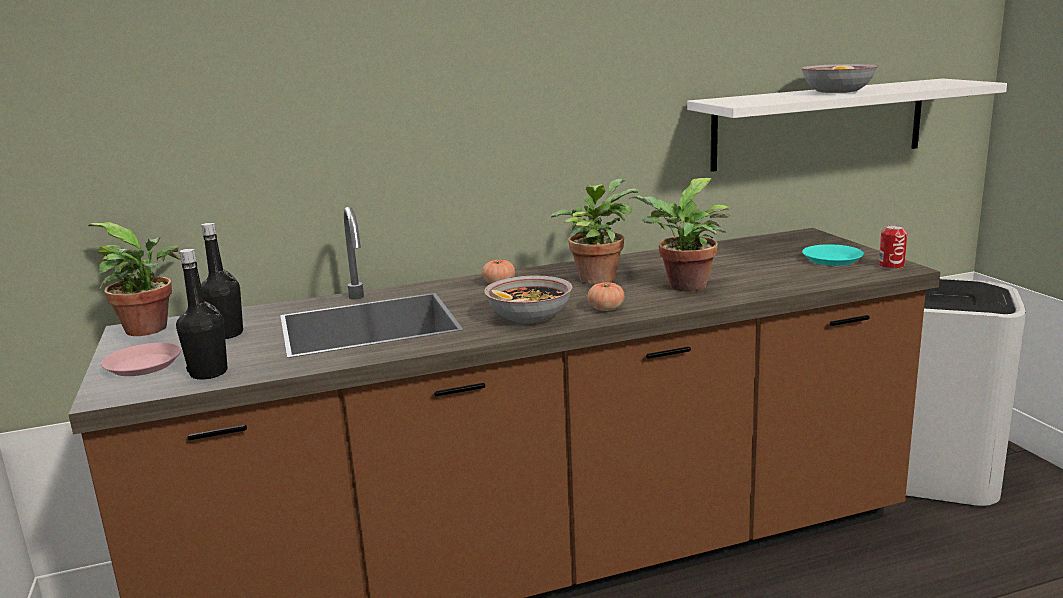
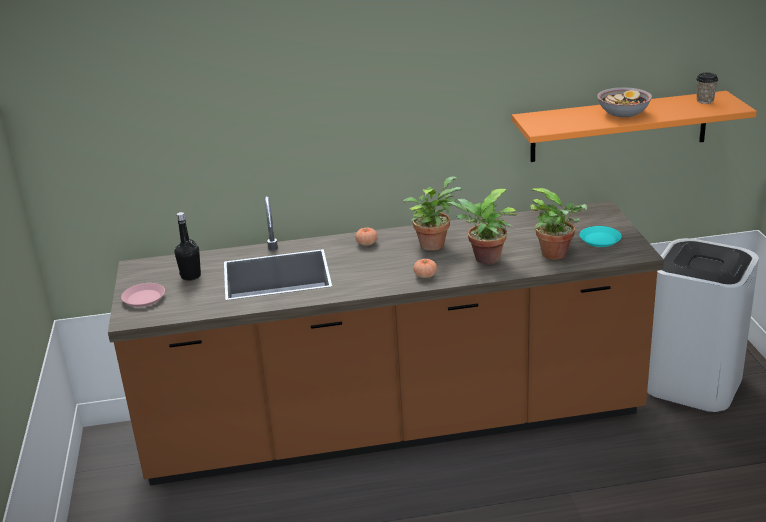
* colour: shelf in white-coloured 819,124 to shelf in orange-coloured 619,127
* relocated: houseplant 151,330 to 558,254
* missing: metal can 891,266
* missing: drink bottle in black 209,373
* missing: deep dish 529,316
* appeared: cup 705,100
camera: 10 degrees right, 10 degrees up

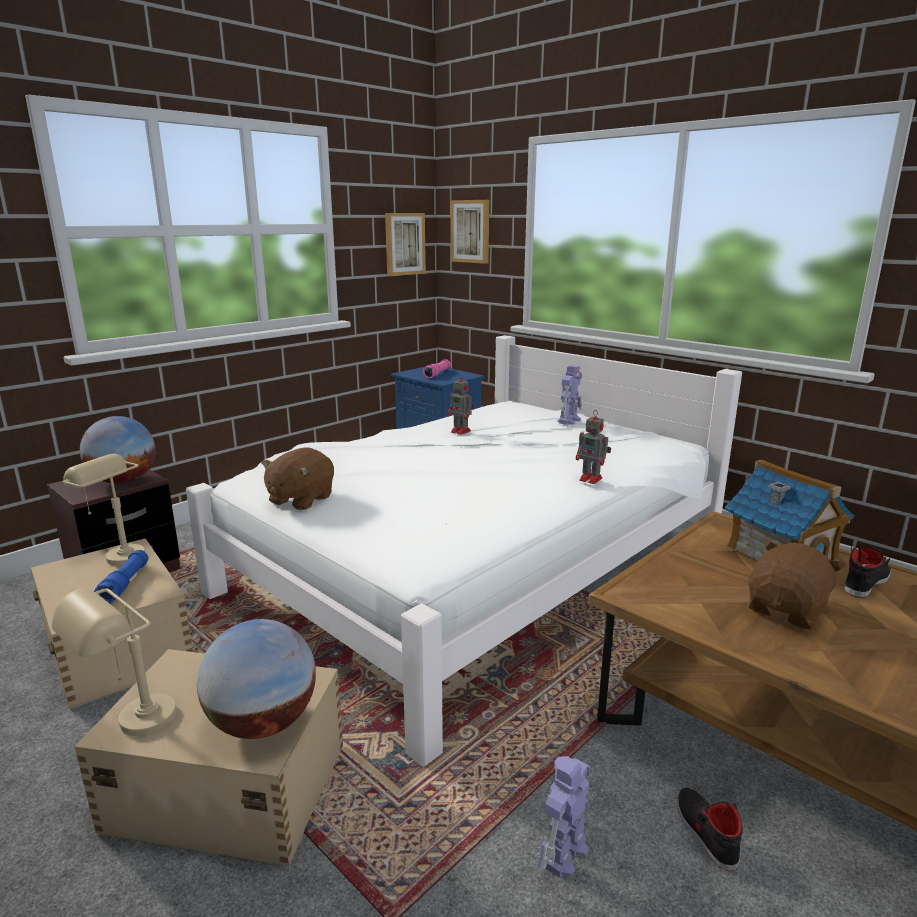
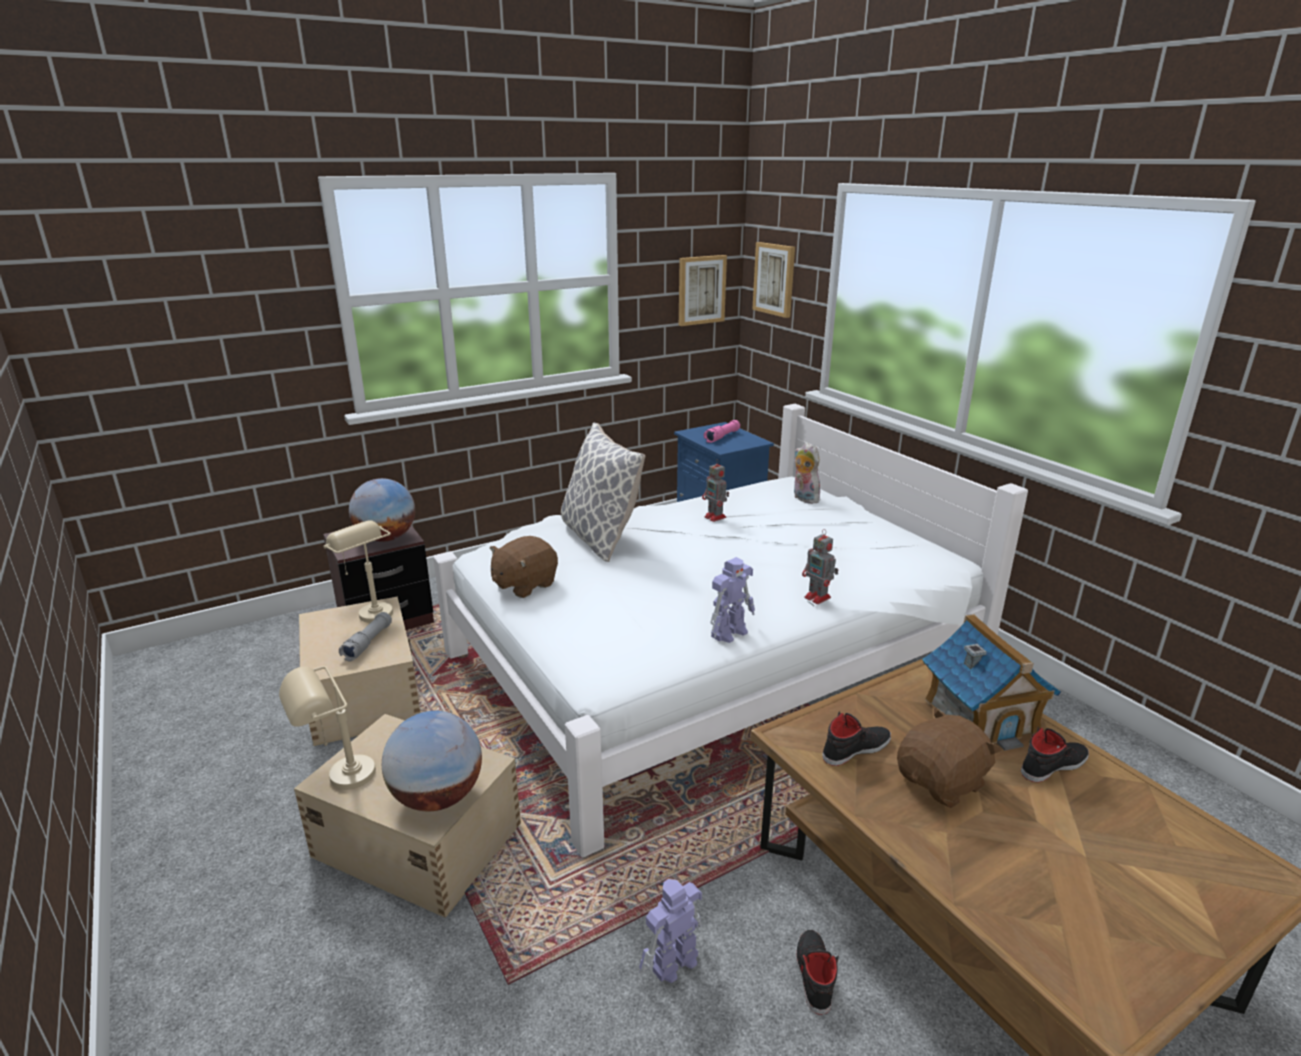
* relocated: toy robot 569,420 to 730,632
* colour: hand torch in blue 125,584 to hand torch in grey 368,643
* appeared: pillow 600,537
* appeared: cuddly toy 803,498
* appeared: item of footwear in black 855,749
camera: 15 degrees right, 5 degrees up

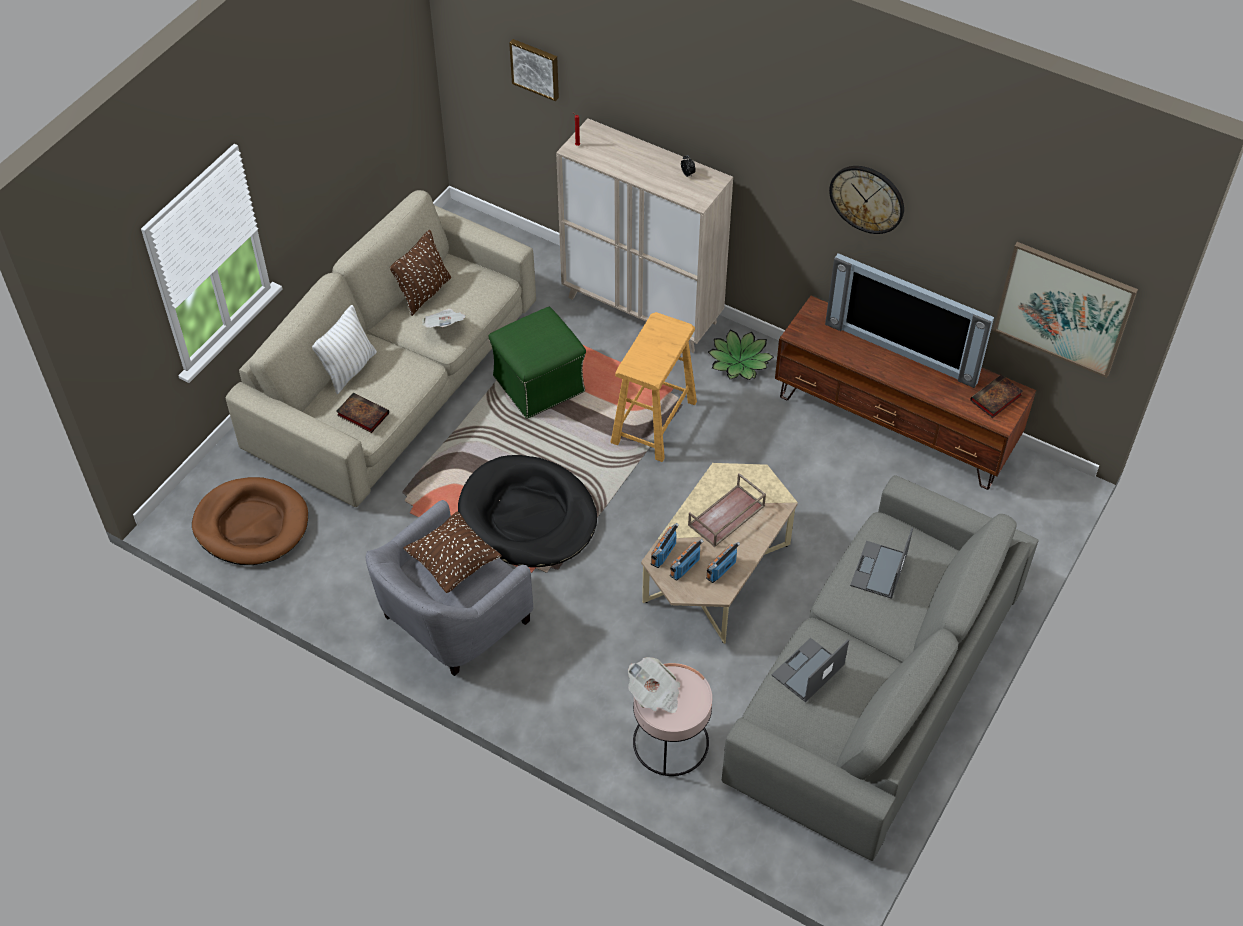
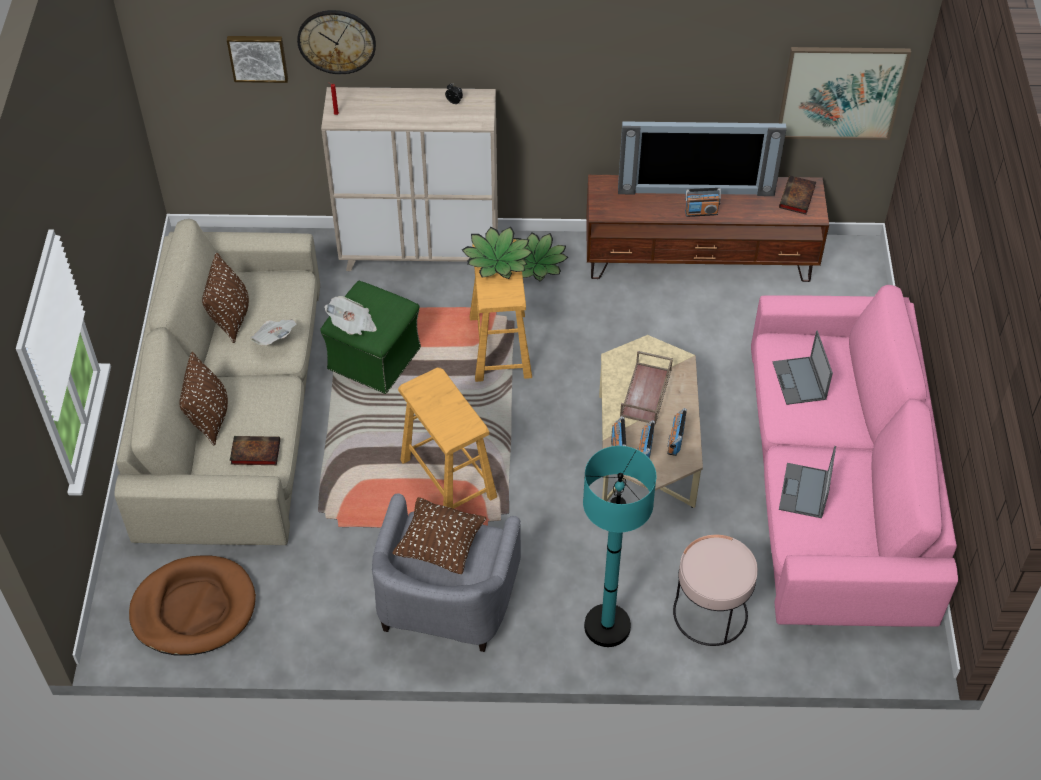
* relocated: hanging clock 867,198 to 336,41
* colour: pillow in white-coloured 349,369 to pillow in brownish 209,417
* exchanged: dog cushion in black 528,516 to stool seat in beige-coloured 448,479
* colour: couch in grey 875,682 to couch in pinkish 835,480
* relocated: newspaper 654,694 to 352,325
* appeared: radio receiver 701,212
* appeared: houseplant 498,260
* appeared: standing lamp in turquoise-coloured 607,626
camera: 30 degrees left, 0 degrees up

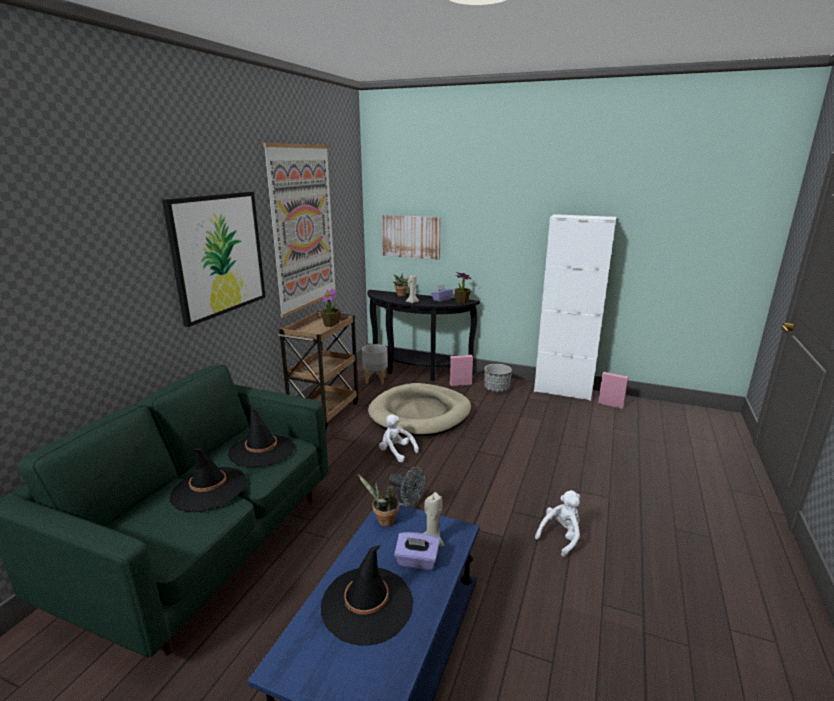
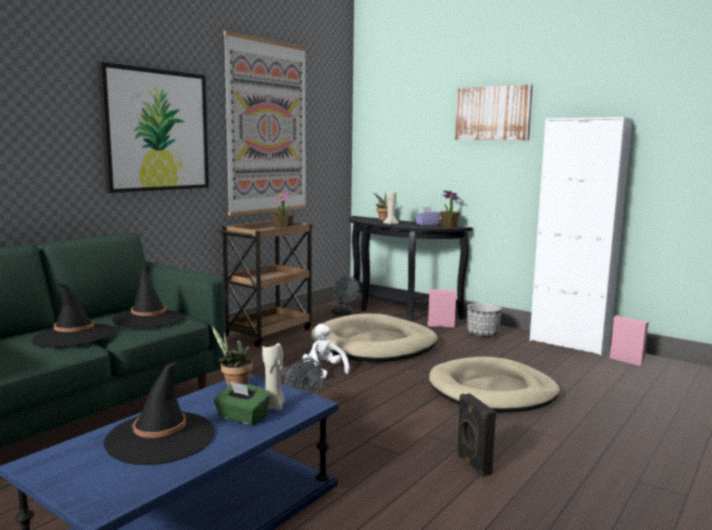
* relocated: picture 411,236 to 493,113
* exchanged: plant pot in grey 375,380 to electric fan in grey 343,314
* exchanged: cuddly toy in white-coloured 560,537 to loudspeaker in black 472,464
* colour: box of tissues in purplish 417,561 to box of tissues in greenish 242,417
* appeared: dog cushion in beige-coloured 492,391
camera: 15 degrees right, 10 degrees down

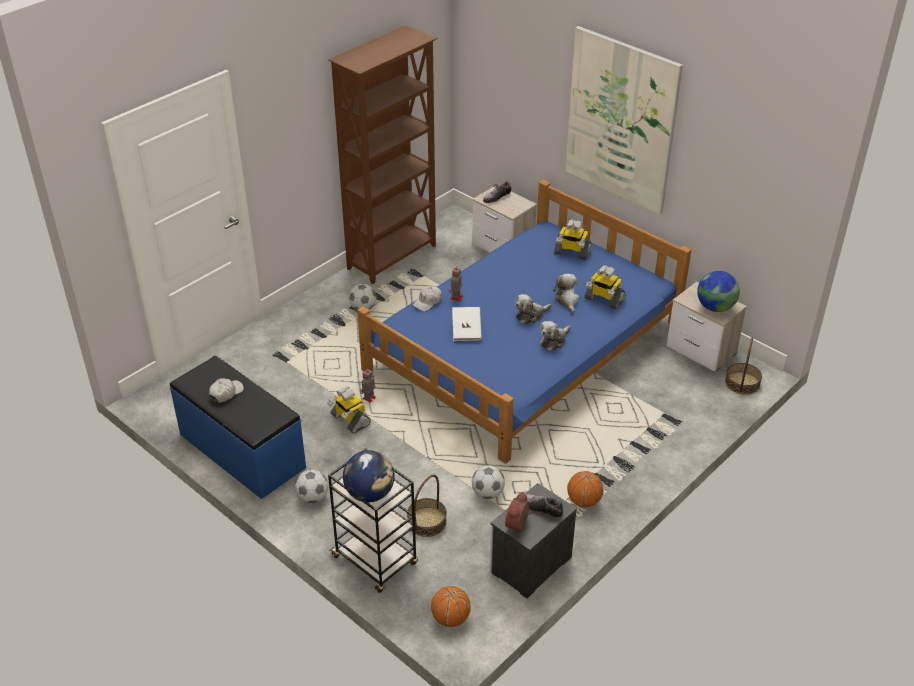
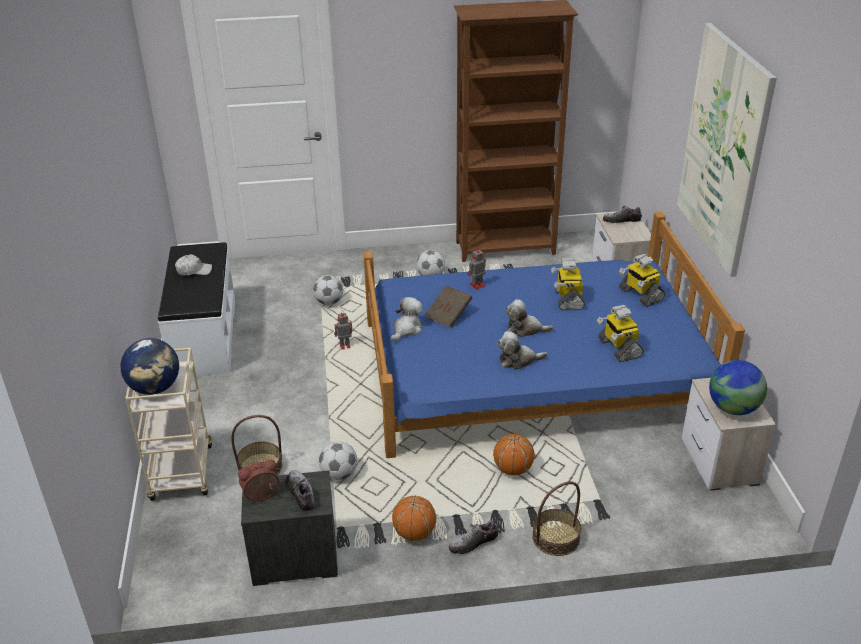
* relocated: cuddly toy 567,300 to 406,329
* missing: peaked cap in white-coloured 428,302
* colour: book in white-coloured 466,331 to book in brownish 448,315
* relocated: storage basket 742,383 to 556,538
* colour: bench in blue 241,451 to bench in white-coloured 203,337
* relocated: toy robot 350,420 to 567,299
* colour: wheeled cart in black 375,561 to wheeled cart in beige-coloured 182,474
* relocated: football ball 312,497 to 329,302
* relocated: basketball ball 450,618 to 513,469
* appeared: item of footwear 473,543
camera: 40 degrees right, 5 degrees down

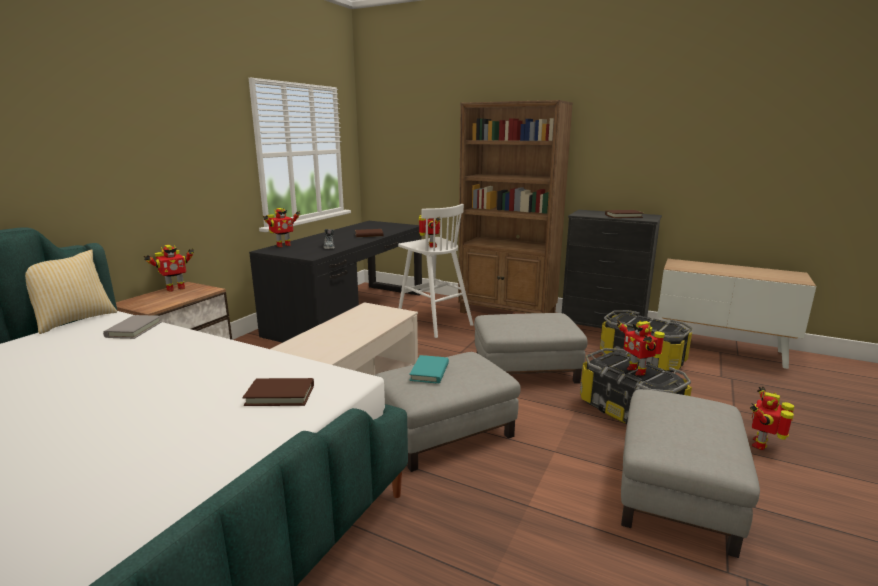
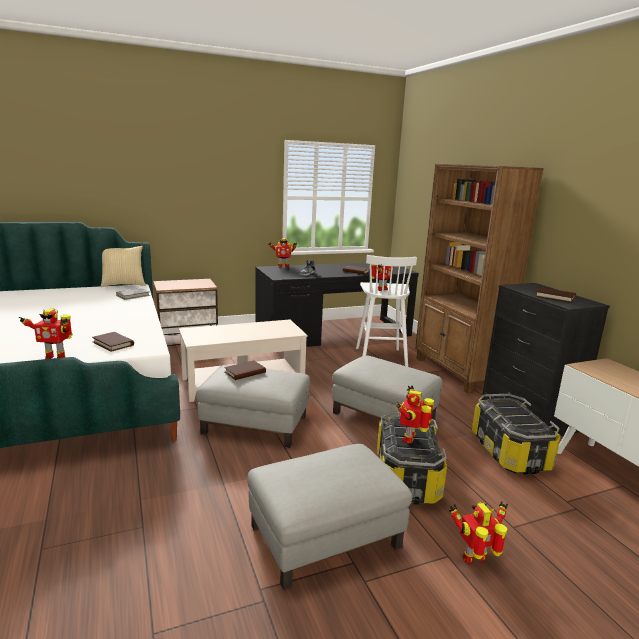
* relocated: toy robot 175,289 to 55,357
* colour: book in turquoise-coloured 429,372 to book in brownish 245,372
camera: 40 degrees right, 0 degrees up

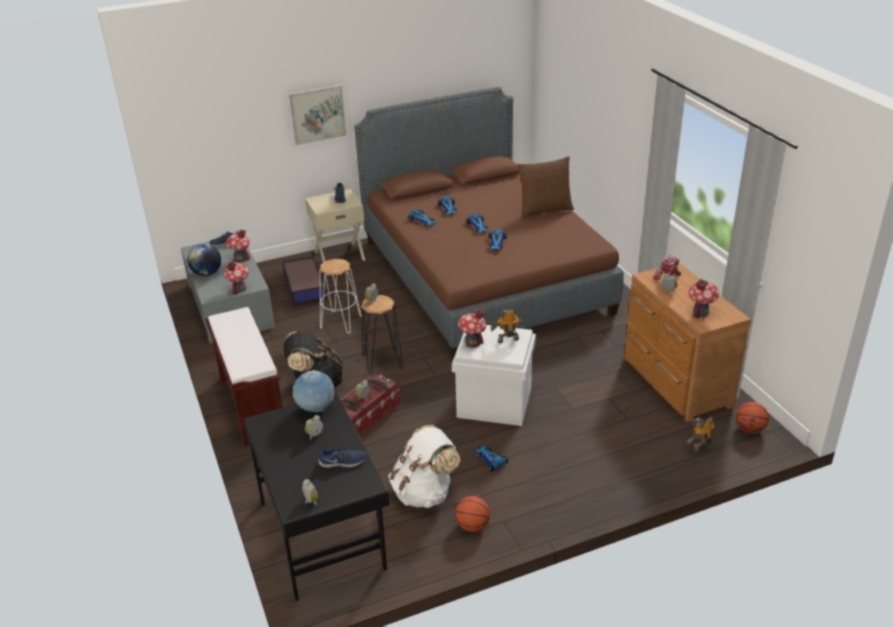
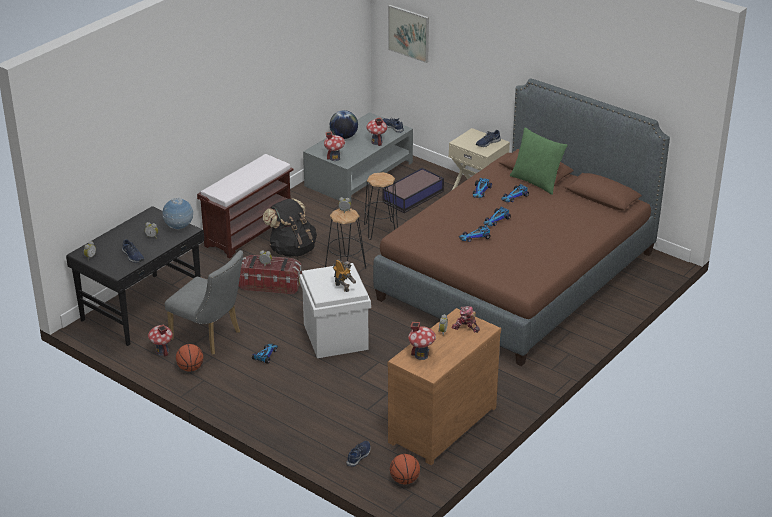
* relocated: picture 317,114 to 409,33
* missing: pillow in brownish 545,210
* colour: stool seat in white-coloured 341,322 to stool seat in black 380,230
* relocated: toy house 472,343 to 162,351
* exchanged: toy robot 699,446 to item of footwear in blue 359,456
* exchanged: knapsack in white-coloured 424,492 to chair in grey 210,337
* appeared: pillow in greenish 536,182
camera: 60 degrees right, 0 degrees up

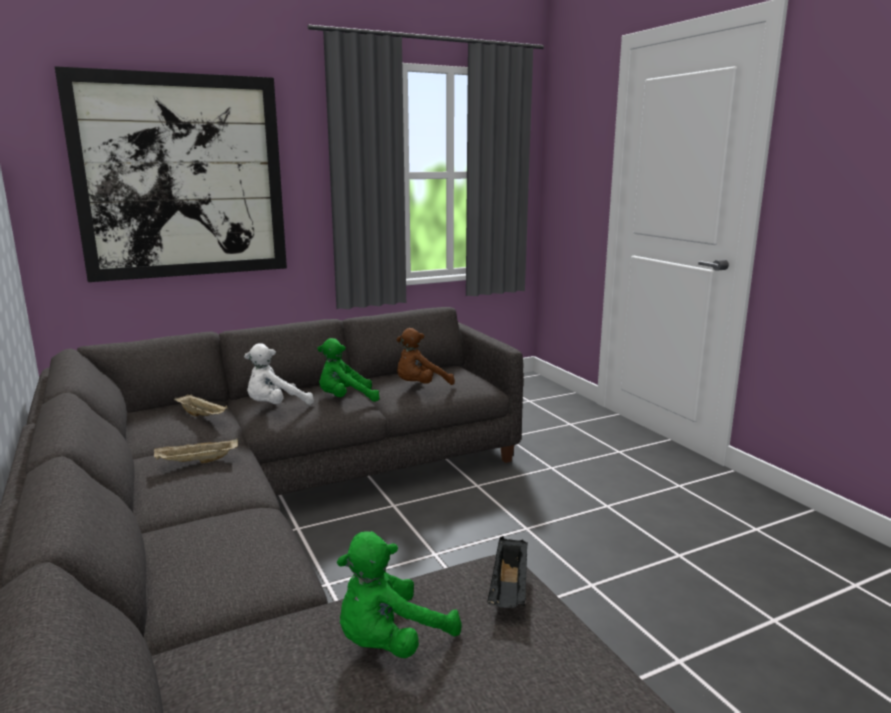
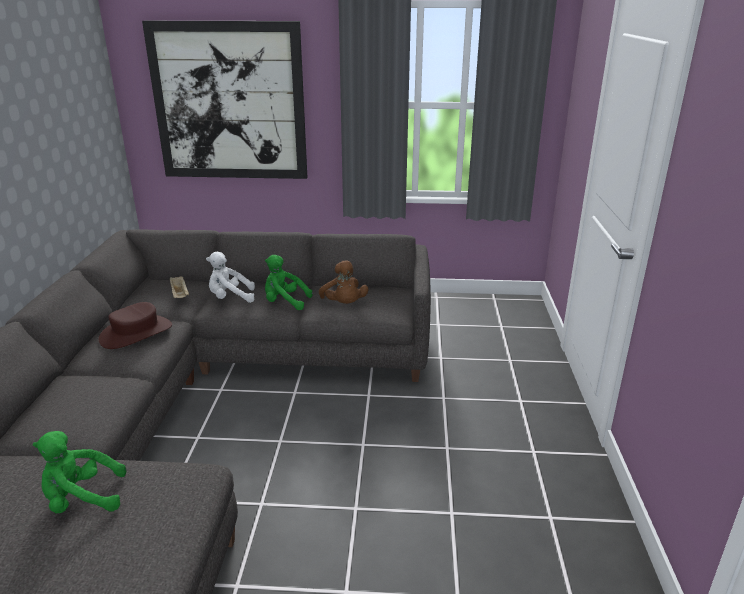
* spun: cuddly toy in brownish 420,386 = 344,304 105 degrees counterclockwise
* exchanged: tray in beige-coloured 196,462 to wearable hat in brownish 136,333
* missing: tray in black 509,589
camera: 30 degrees right, 10 degrees up

